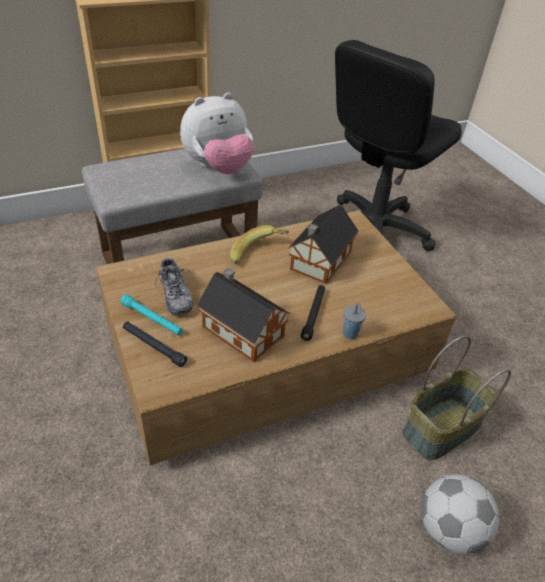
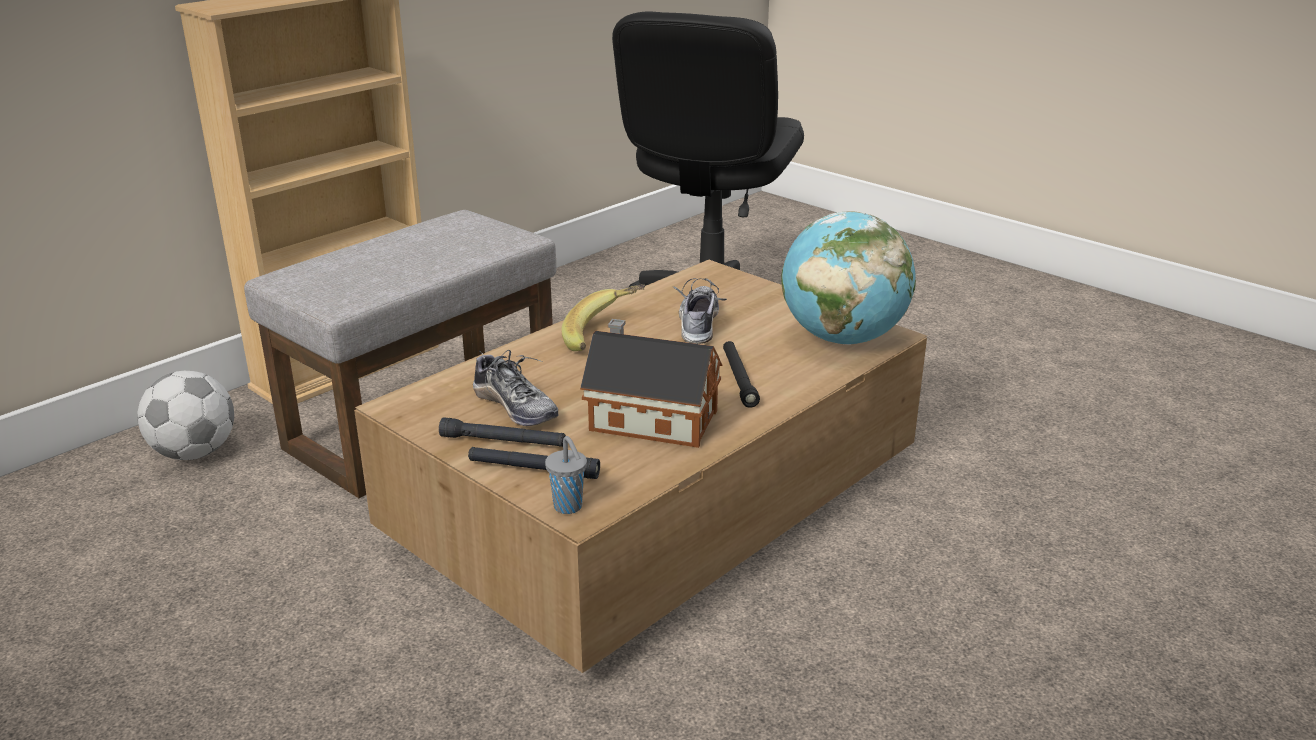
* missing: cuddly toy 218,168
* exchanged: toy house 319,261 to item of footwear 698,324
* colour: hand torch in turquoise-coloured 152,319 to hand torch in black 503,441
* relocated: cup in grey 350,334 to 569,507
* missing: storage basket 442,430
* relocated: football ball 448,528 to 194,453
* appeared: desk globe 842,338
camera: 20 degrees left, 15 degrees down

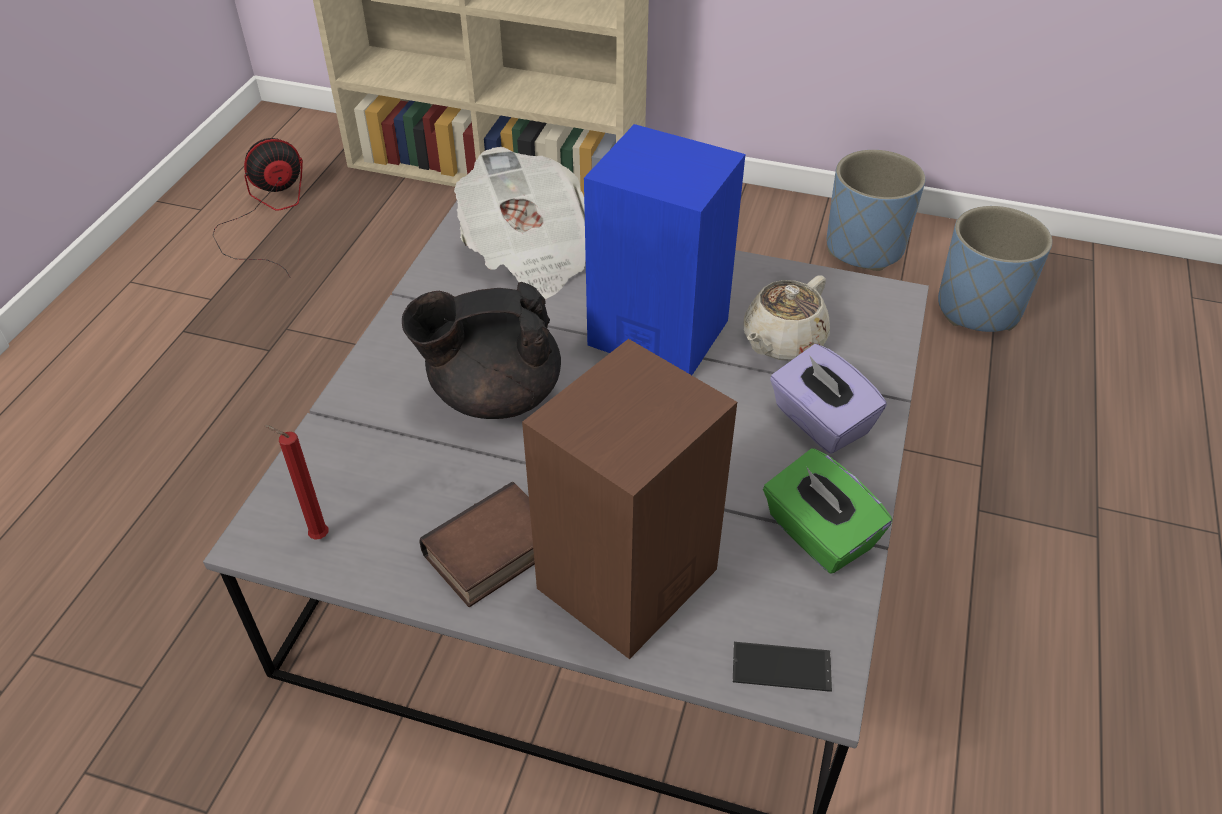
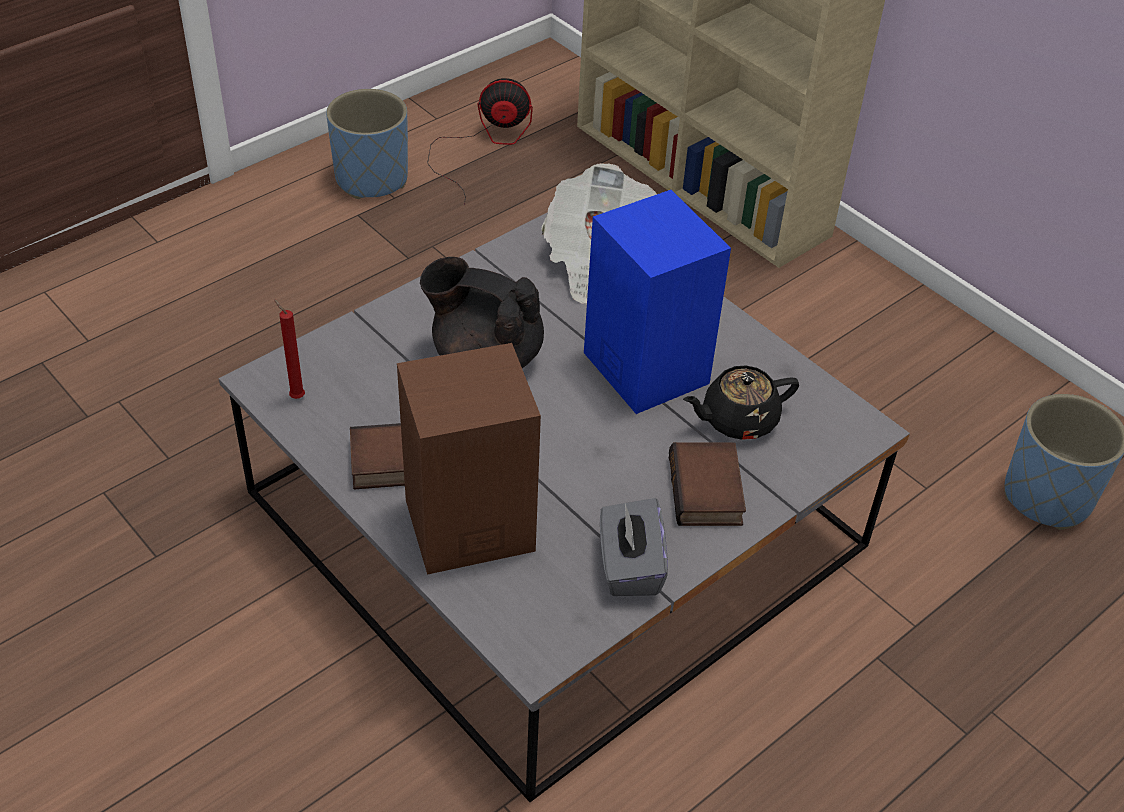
* relocated: plant pot in blue 864,247 to 371,179
* colour: tea pot in beige-coloured 782,342 to tea pot in black 737,420
* exchanged: box of tissues in purplish 820,422 to book 708,492
* colour: box of tissues in greenish 818,534 to box of tissues in grey 629,567
* missing: handset 781,667
camera: 30 degrees right, 0 degrees up

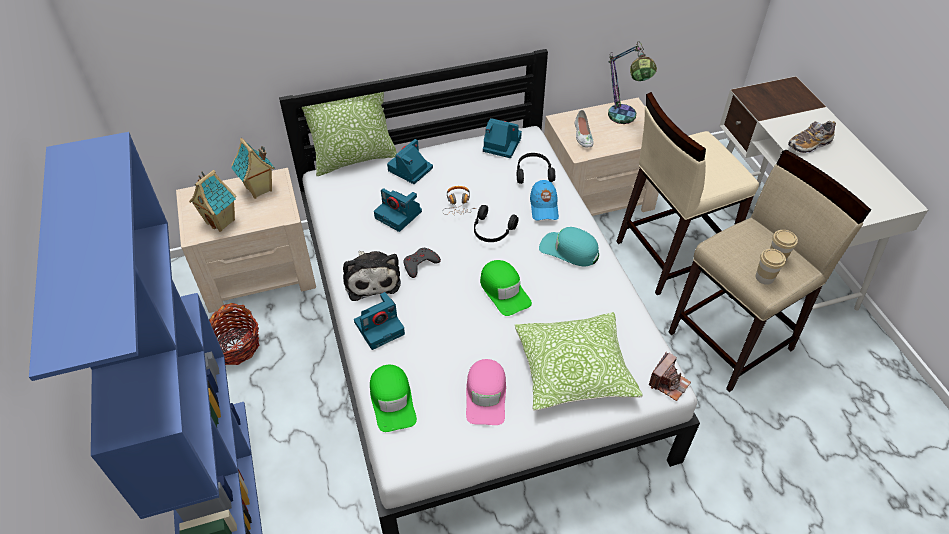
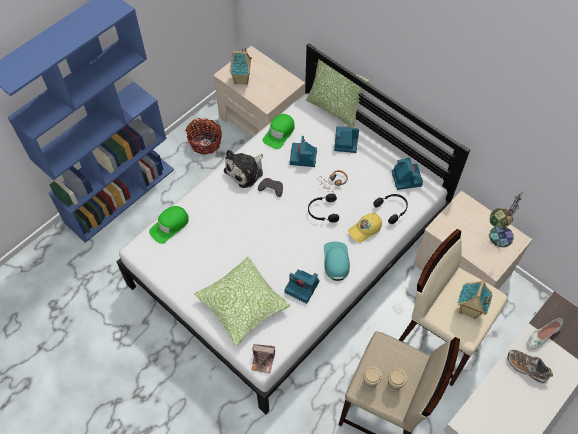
* relocated: item of footwear in white-coloured 582,135 to 542,335
* relocated: toy house 259,190 to 468,310
* colour: peaked cap in blue 544,207 to peaked cap in yellow 364,229
* relocated: peaked cap in greenish 504,291 to 279,133
* relocated: photo camera 380,327 to 303,287
* missing: peaked cap in pinkish 486,395
camera: 60 degrees right, 10 degrees up

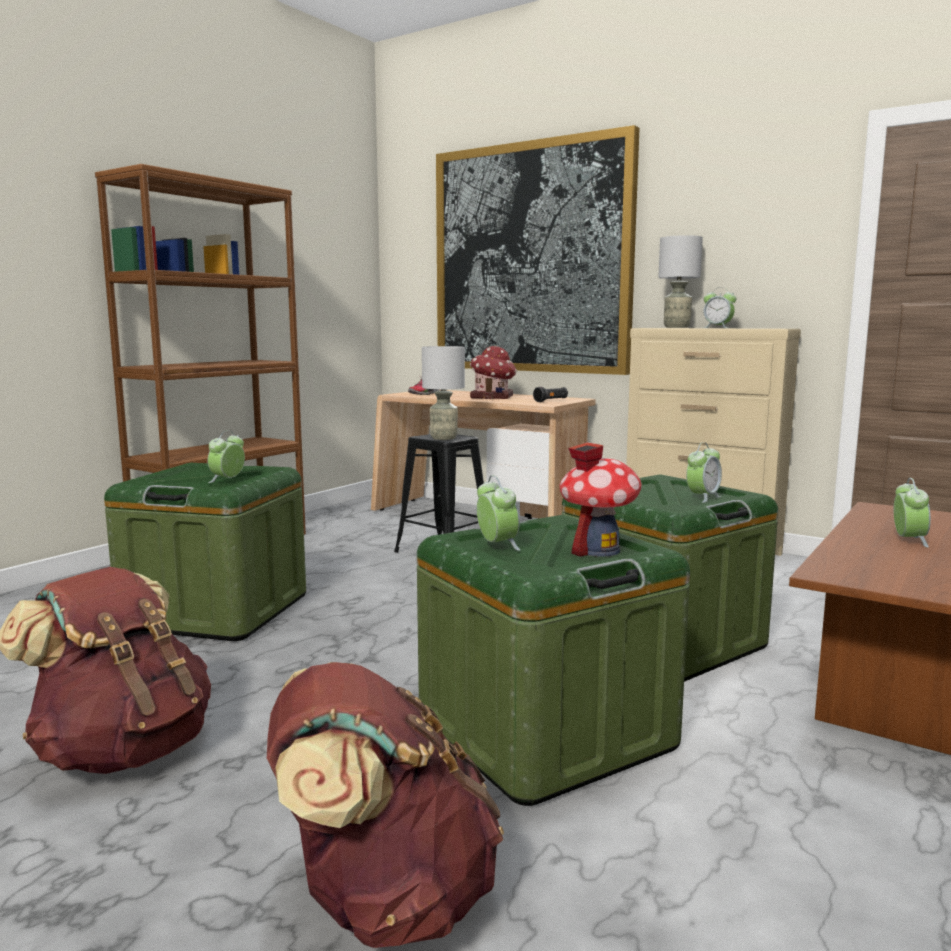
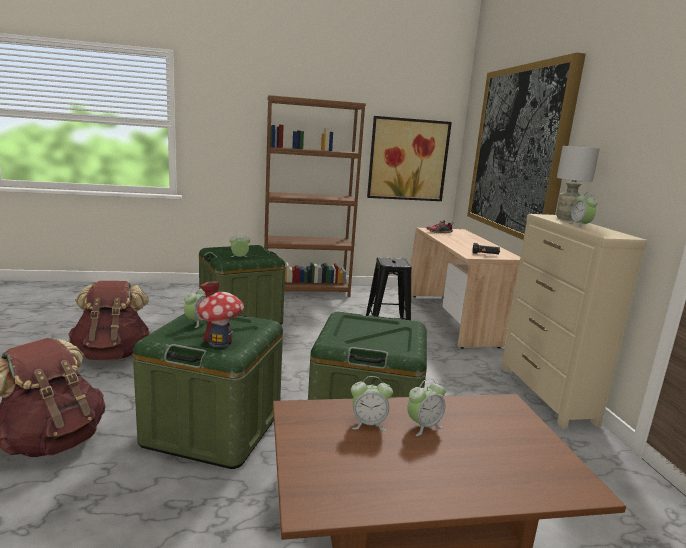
* missing: lamp for a table in grey 444,438
* missing: toy house 493,397
* relocated: bedside clock 702,498 to 368,424
* appeared: picture 408,159
camera: 45 degrees right, 5 degrees up

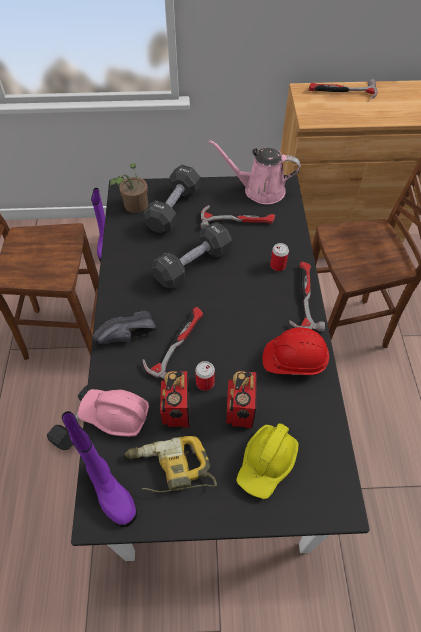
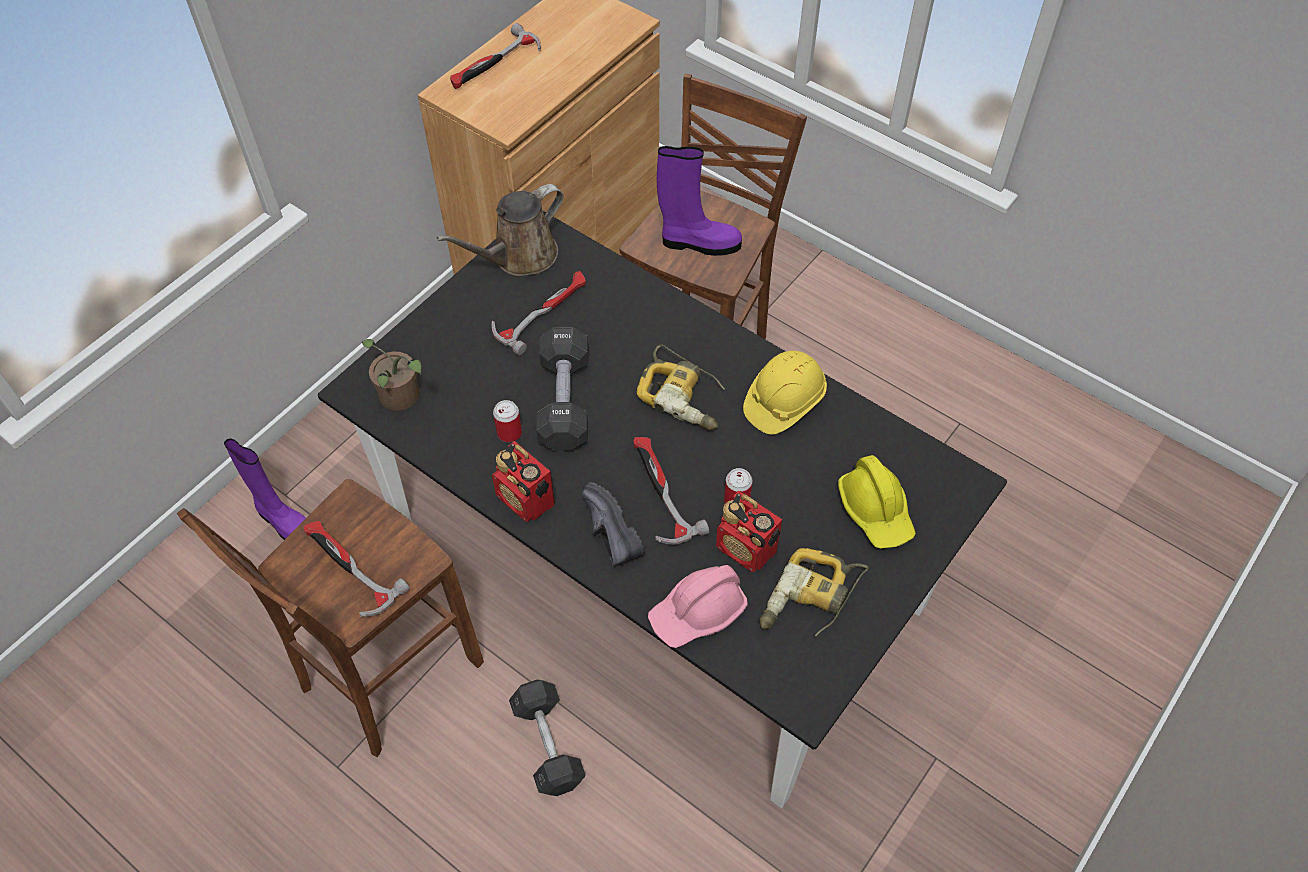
* colour: sprinkling can in pinkish 260,190 to sprinkling can in brownish 519,257
* missing: hand weight in black 173,209
* relocated: metal can 278,265 to 509,432
* relocated: hammer 303,298 to 348,569
* spun: item of footwear in black 128,337 = 606,535 135 degrees clockwise
* colour: hard hat in red-coloured 294,360 to hard hat in yellow 783,402
* relocated: radio receiver 240,410 to 526,501
* relocated: boot in purplish 109,489 to 698,243
* appeared: drill 684,395
camera: 50 degrees left, 0 degrees up

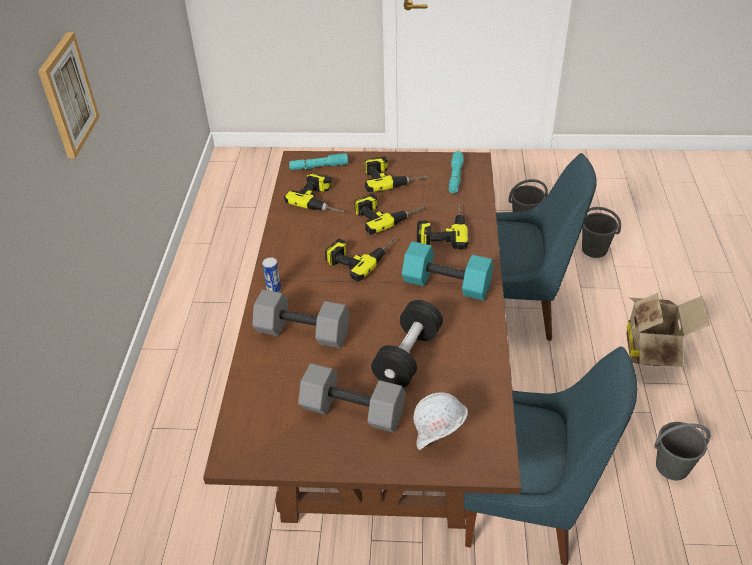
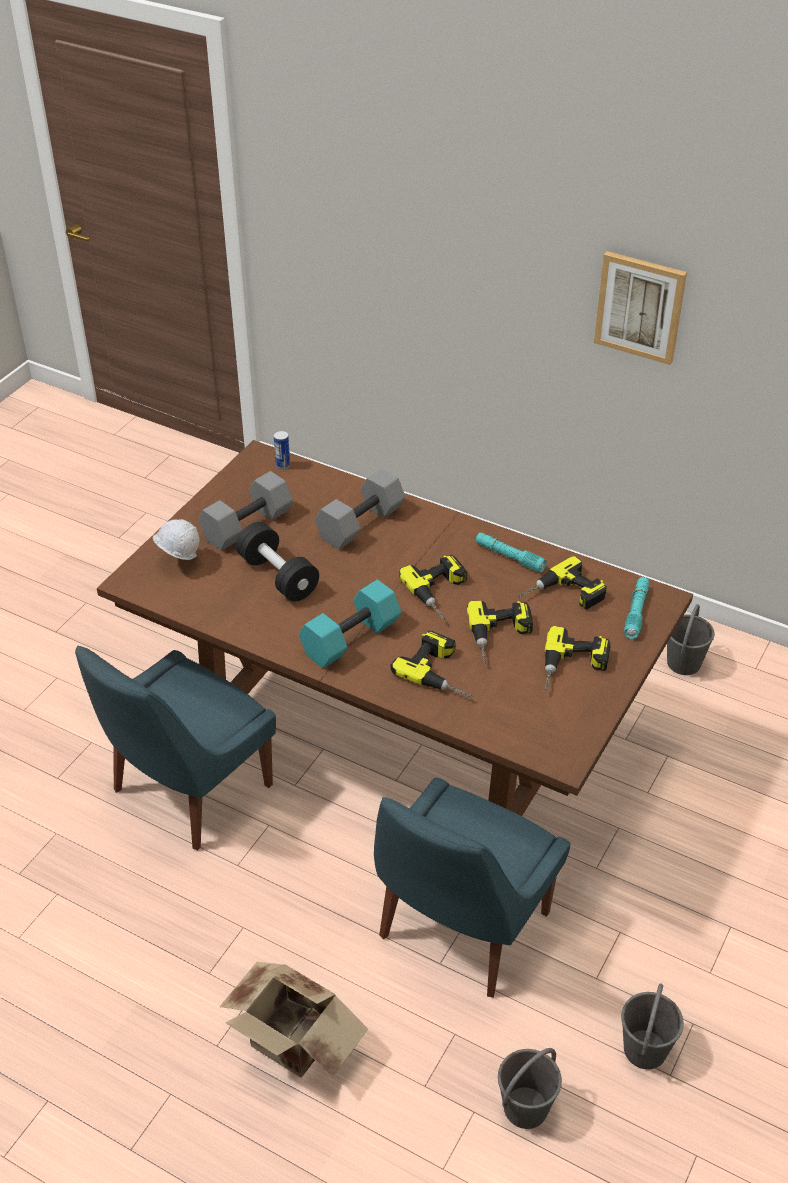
* relocated: hand torch in turquoise-coloured 455,177 to 509,557
* relocated: metal can 274,290 to 283,465
* relocated: water bucket in grey 671,466 to 684,662
camera: 115 degrees right, 0 degrees up

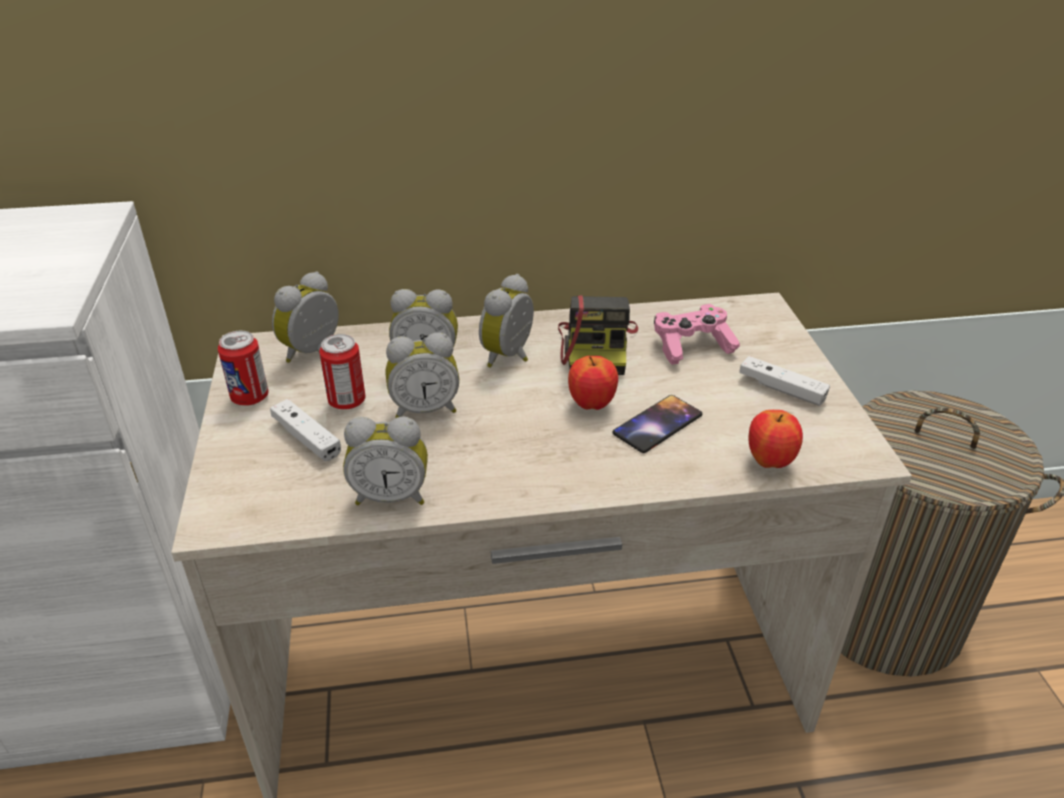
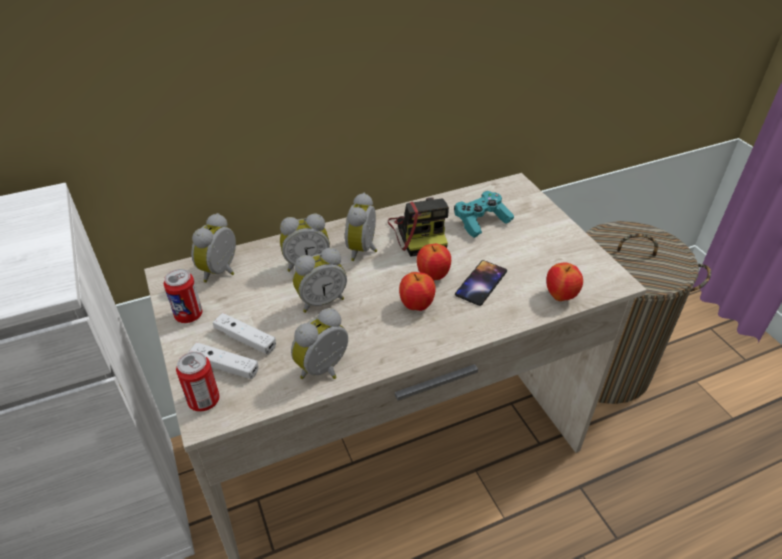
* colour: game controller in pinkish 692,346 to game controller in turquoise-coloured 481,221
* relocated: metal can 347,401 to 204,401
* relocated: game controller in white-coloured 781,389 to 224,366
* spun: bedside clock 391,495 = 325,370 150 degrees clockwise
* appeared: whole apple 416,305
camera: 15 degrees left, 5 degrees up

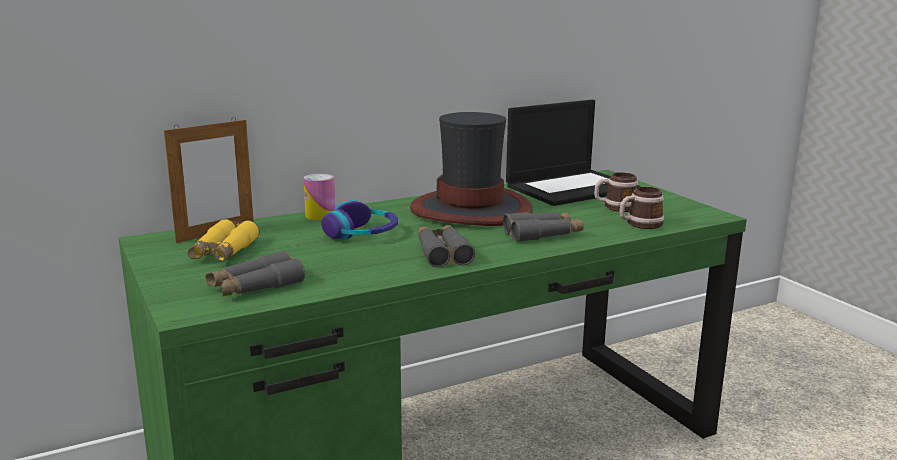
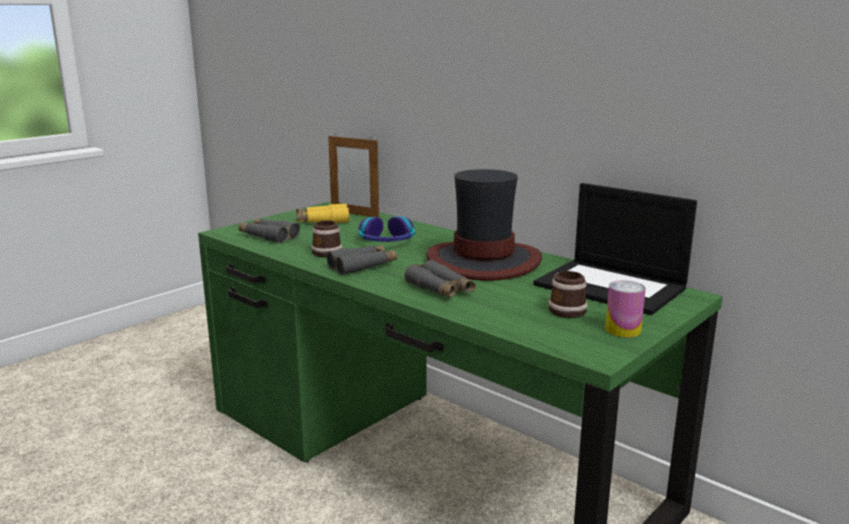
* relocated: metal can 320,215 to 623,330
* relocated: mug 639,224 to 324,251
camera: 70 degrees right, 0 degrees up

